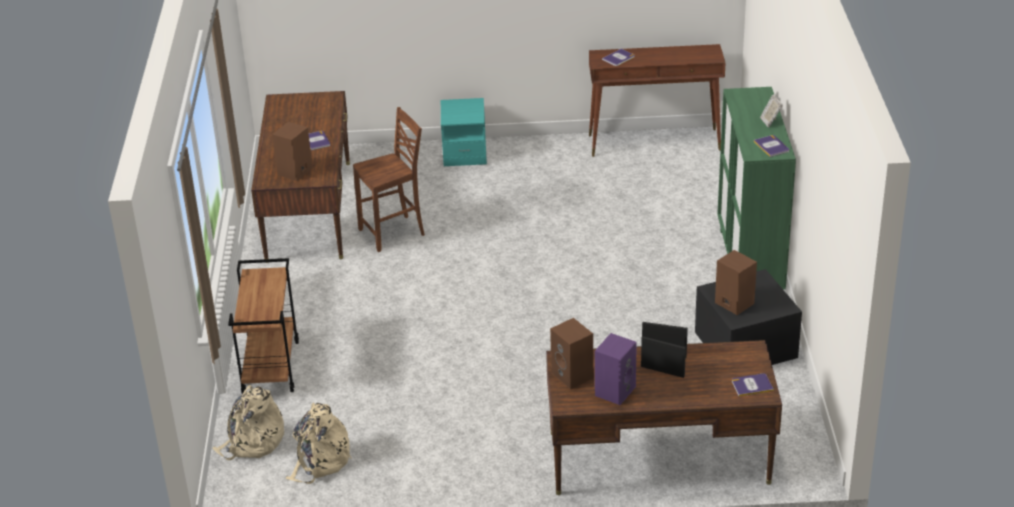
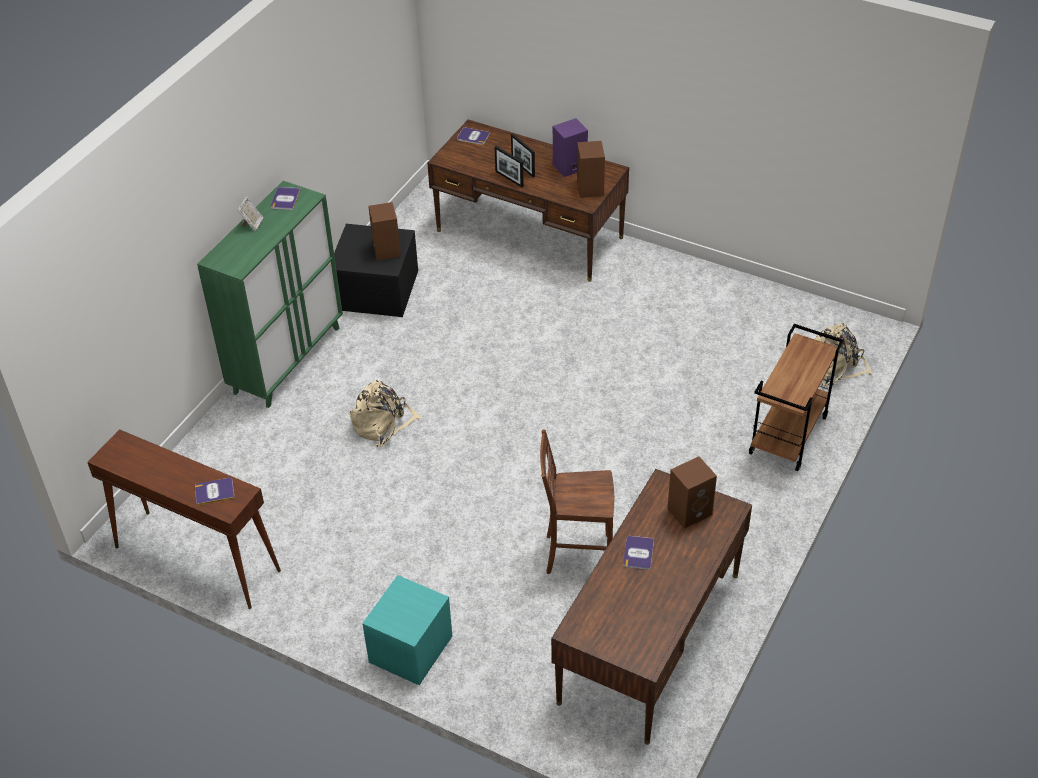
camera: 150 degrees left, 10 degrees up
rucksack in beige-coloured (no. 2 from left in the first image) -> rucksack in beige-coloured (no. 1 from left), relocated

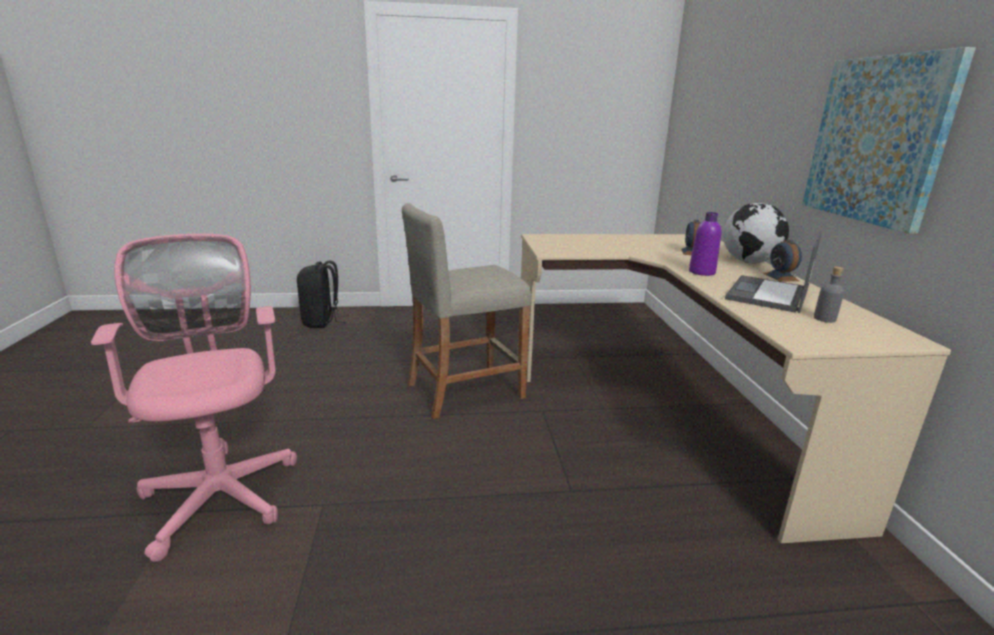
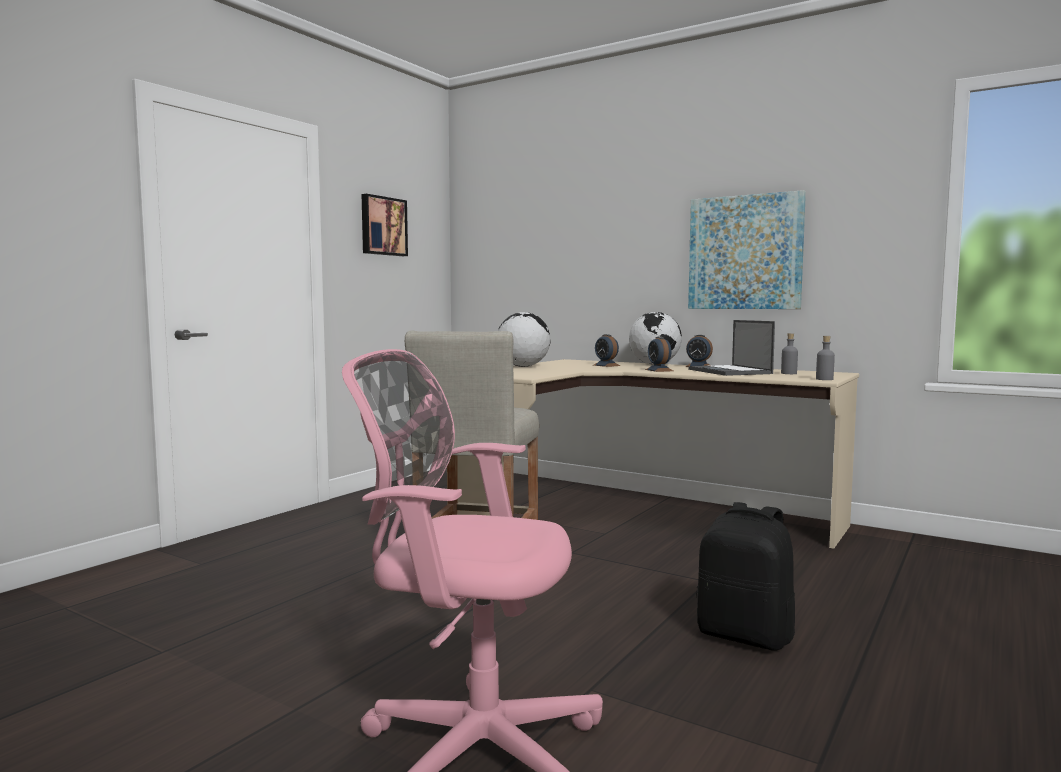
camera: 50 degrees left, 15 degrees down
rucksack in black-coloured, relocated
beverage bottle in purplish -> alarm clock (no. 2 from left)
none -> wall art (no. 1 from left)
none -> desk globe (no. 1 from left)
none -> beverage bottle in gray (no. 2 from left)

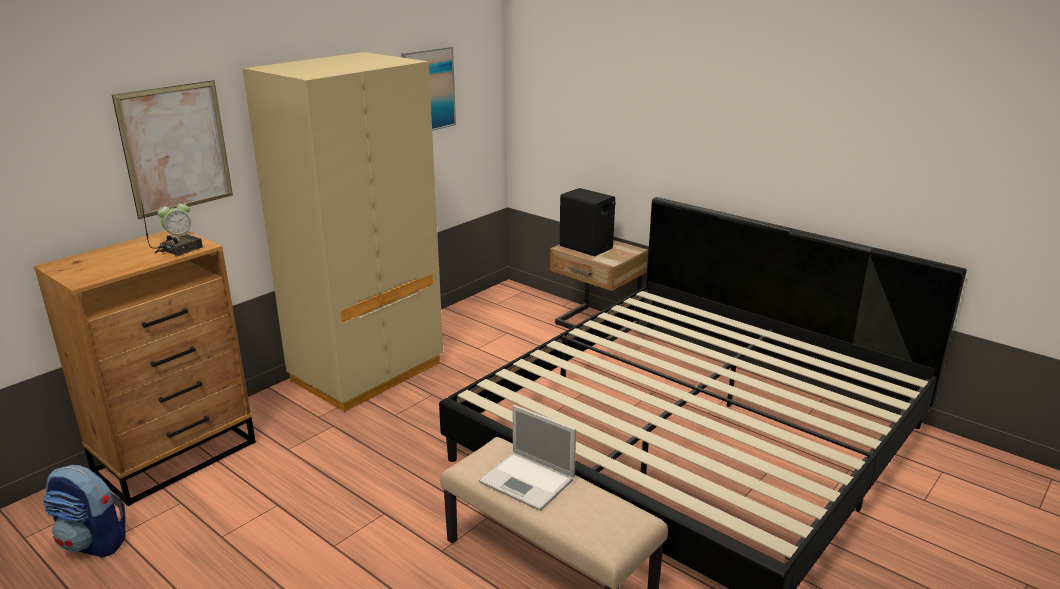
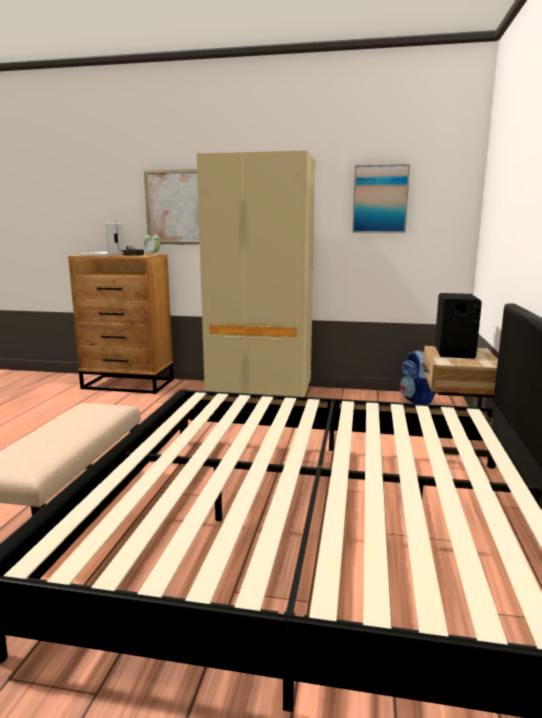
camera: 60 degrees right, 10 degrees down
rucksack, relocated
portable computer, relocated

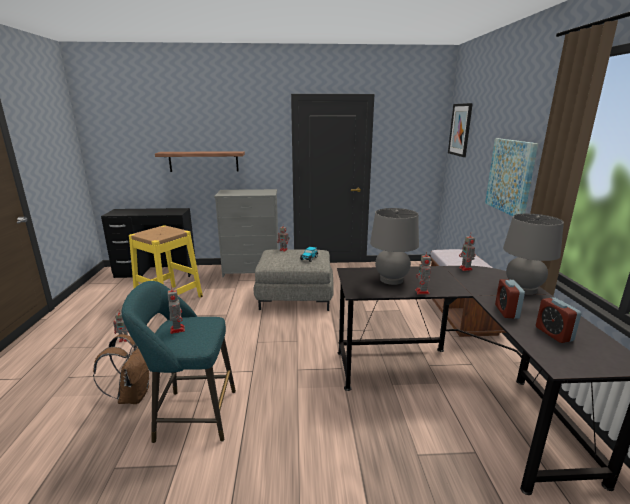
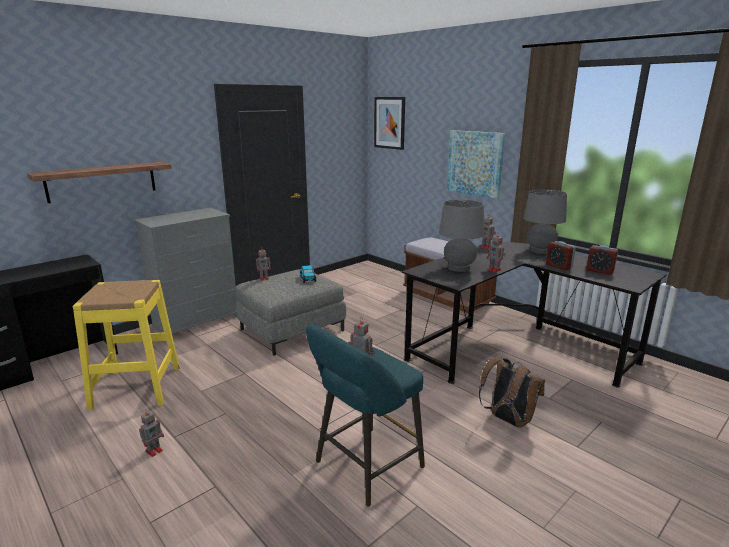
camera: 40 degrees left, 0 degrees up
rucksack in brown, relocated

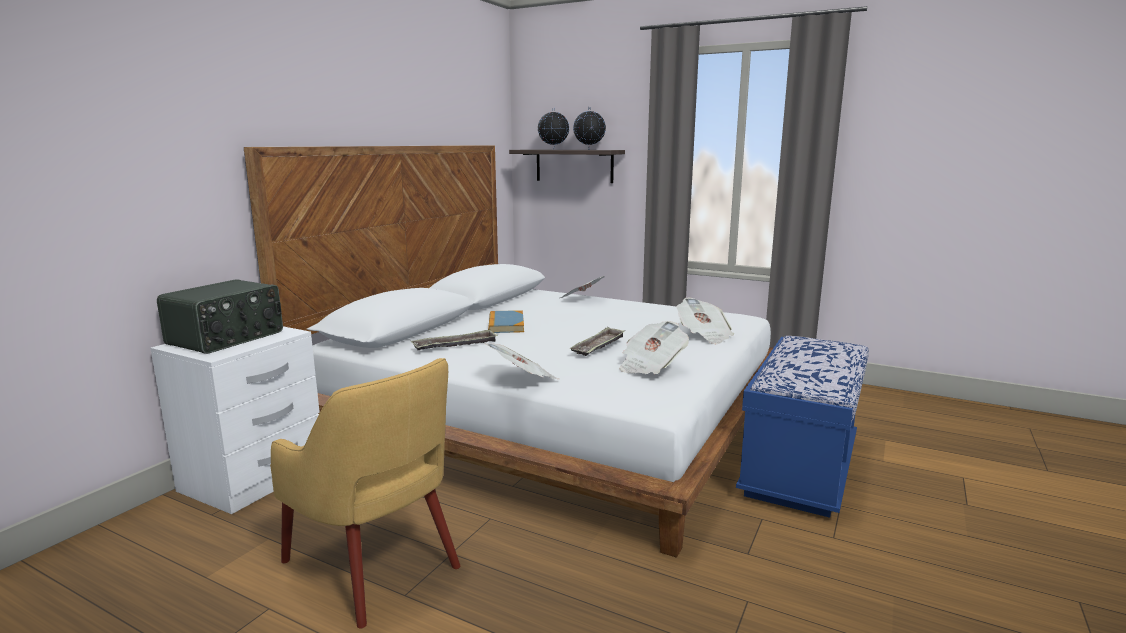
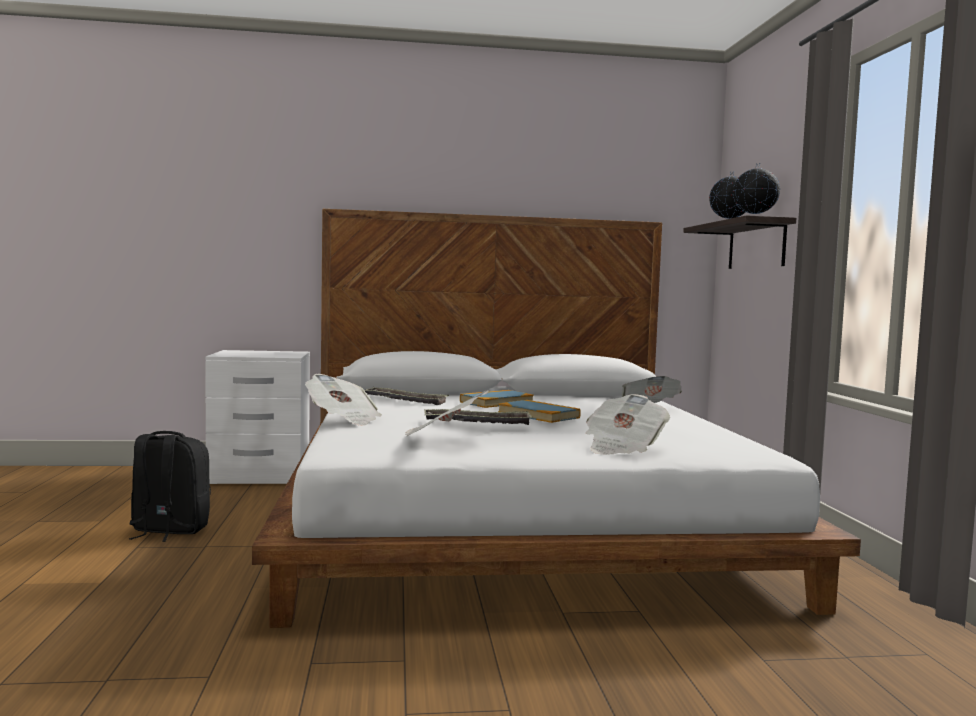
camera: 55 degrees right, 10 degrees down
radio receiver -> none
easy chair in yellow-coloured -> rucksack in black-coloured
indoor bench in blue -> none
none -> bound book (no. 2 from left)

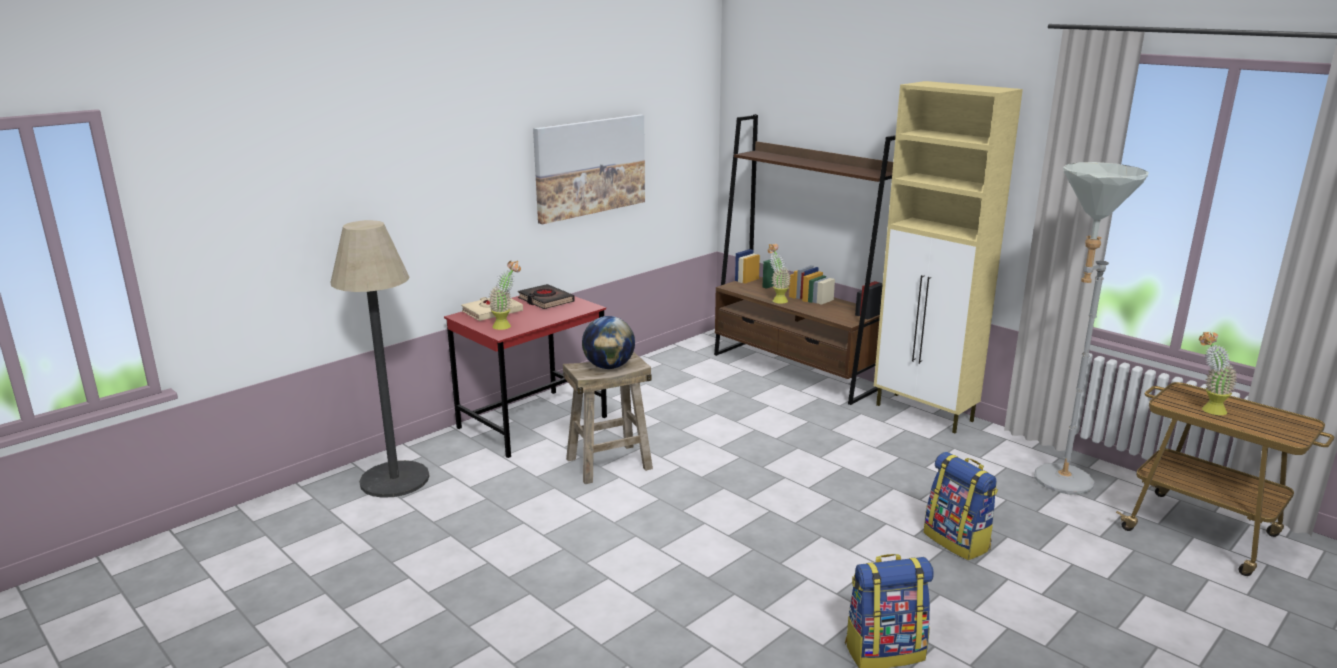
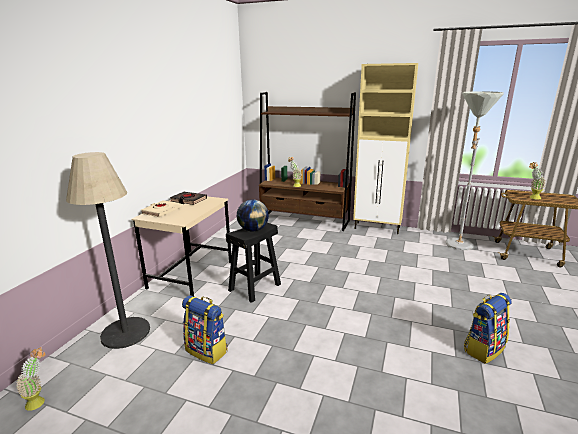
camera: 25 degrees left, 0 degrees up
desk unit in red-coloured -> desk unit in beige-coloured
houseplant (no. 1 from left), relocated
wall art -> none
stool in beige-coloured -> stool in black-coloured
rucksack (no. 2 from left in the first image) -> rucksack (no. 1 from left), relocated

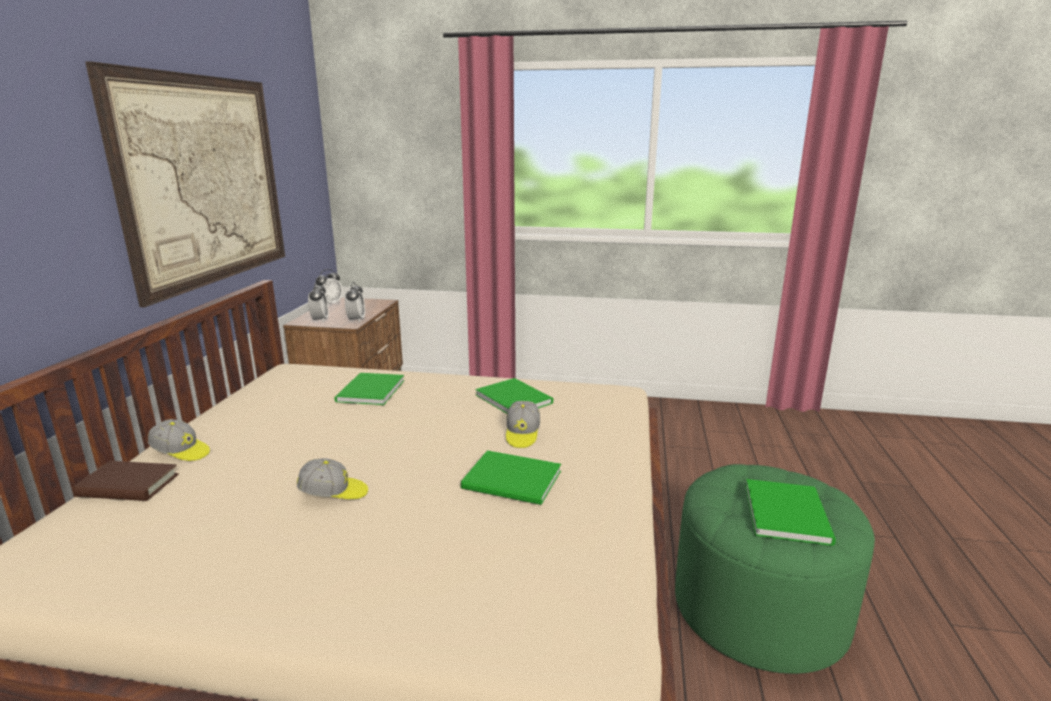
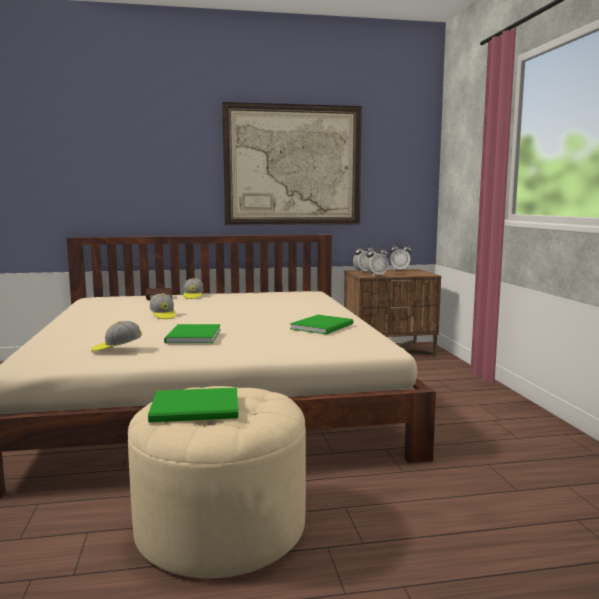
camera: 70 degrees right, 10 degrees down
bound book in green-coloured (no. 1 from left) -> none
peaked cap (no. 3 from left in the first image) -> peaked cap (no. 1 from left), relocated
footrest in green-coloured -> footrest in beige-coloured

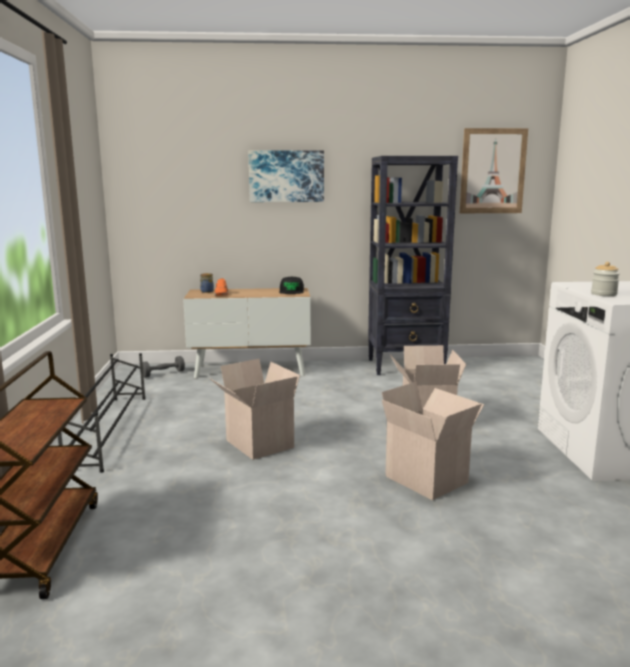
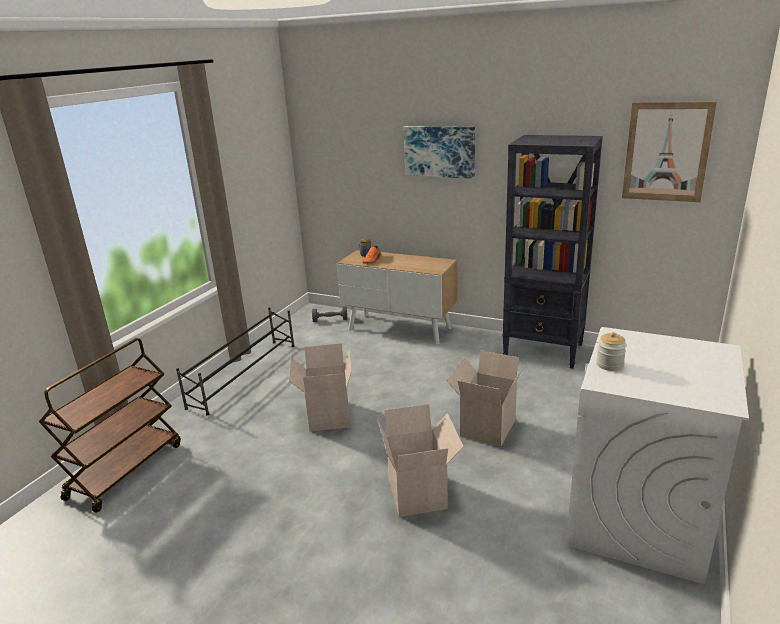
camera: 30 degrees right, 10 degrees up
peaked cap in black-coloured -> none

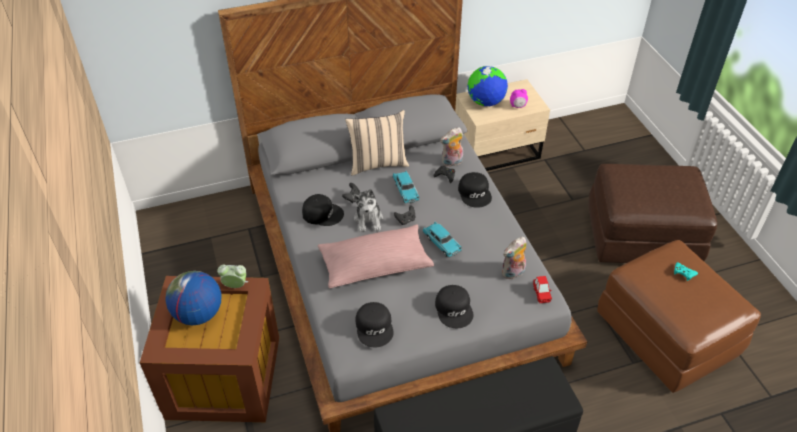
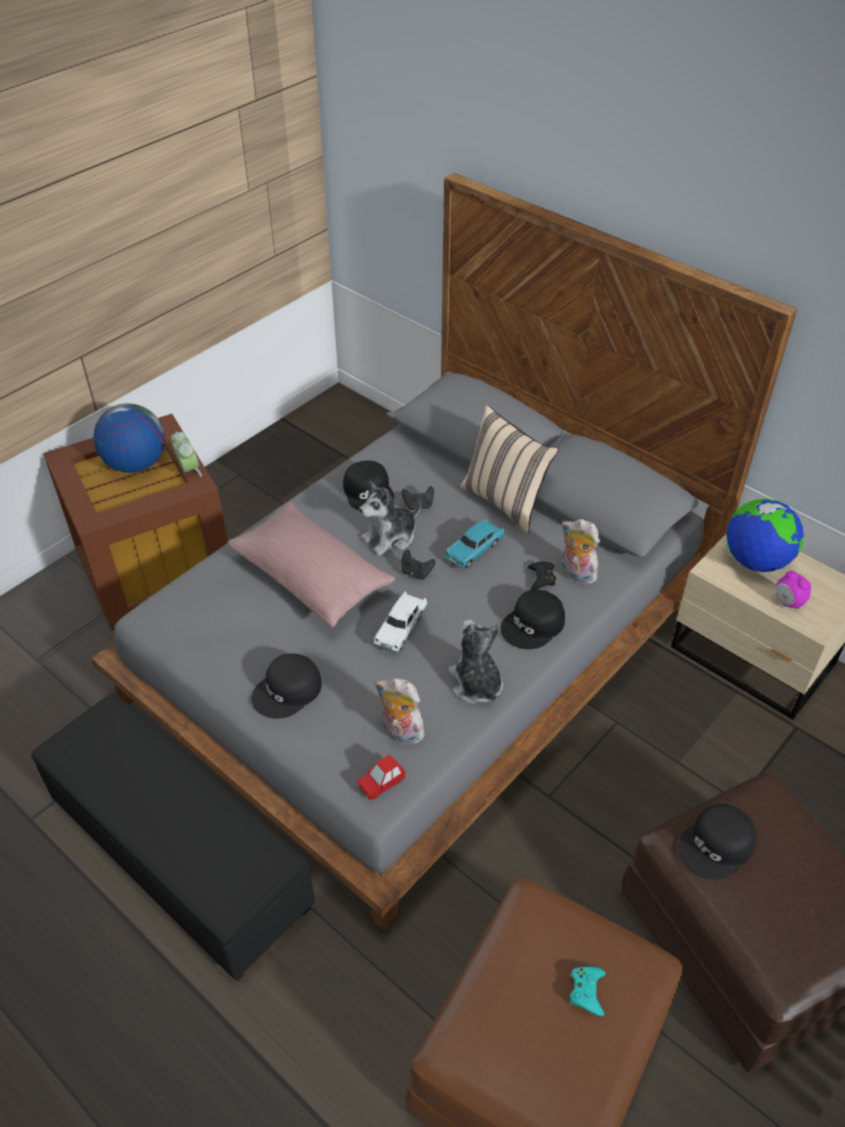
camera: 60 degrees right, 0 degrees up
peaked cap in black-coloured (no. 2 from left in the first image) -> peaked cap in black-coloured (no. 4 from left), relocated
model car in turquoise-coloured (no. 2 from left) -> model car in white-coloured
none -> plush toy (no. 3 from left)

